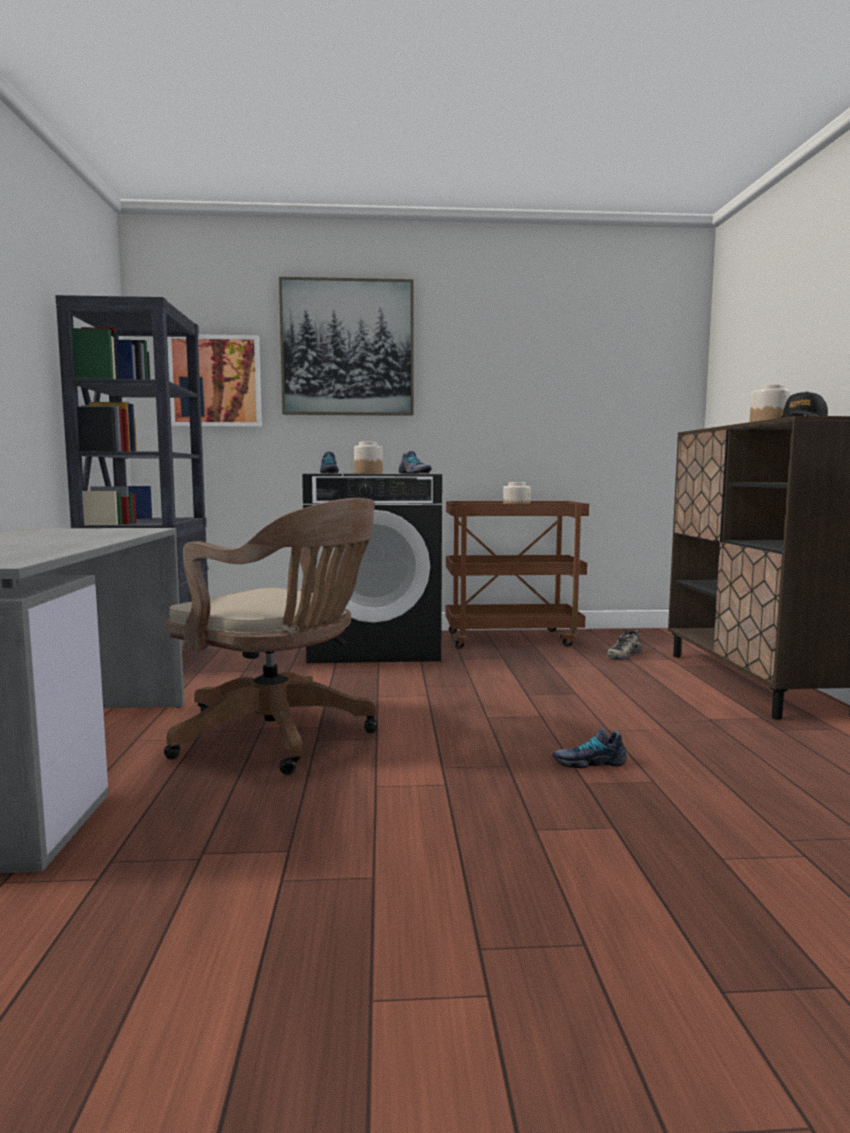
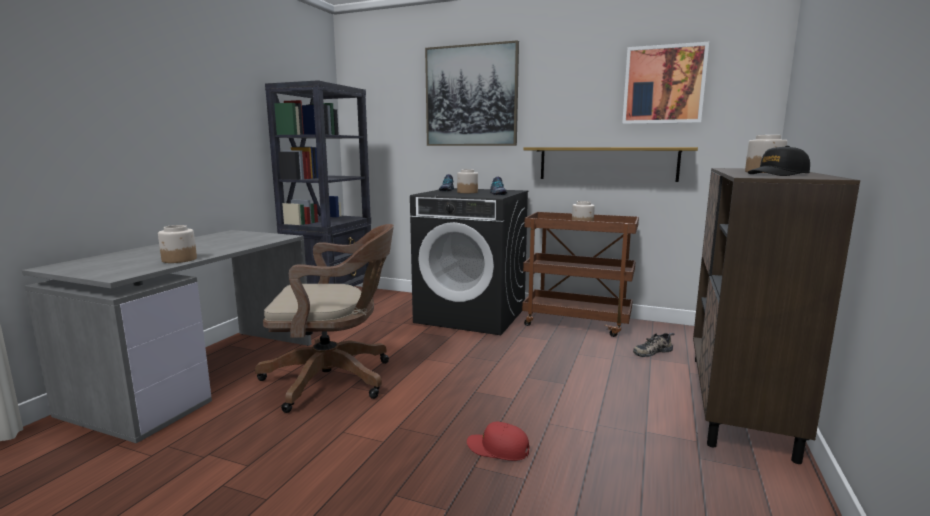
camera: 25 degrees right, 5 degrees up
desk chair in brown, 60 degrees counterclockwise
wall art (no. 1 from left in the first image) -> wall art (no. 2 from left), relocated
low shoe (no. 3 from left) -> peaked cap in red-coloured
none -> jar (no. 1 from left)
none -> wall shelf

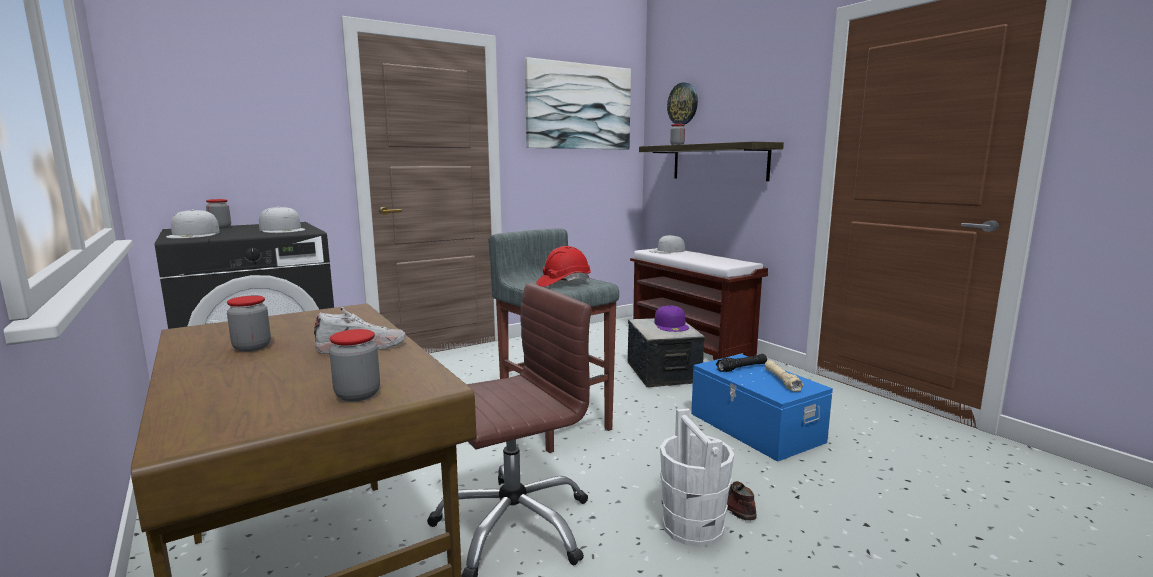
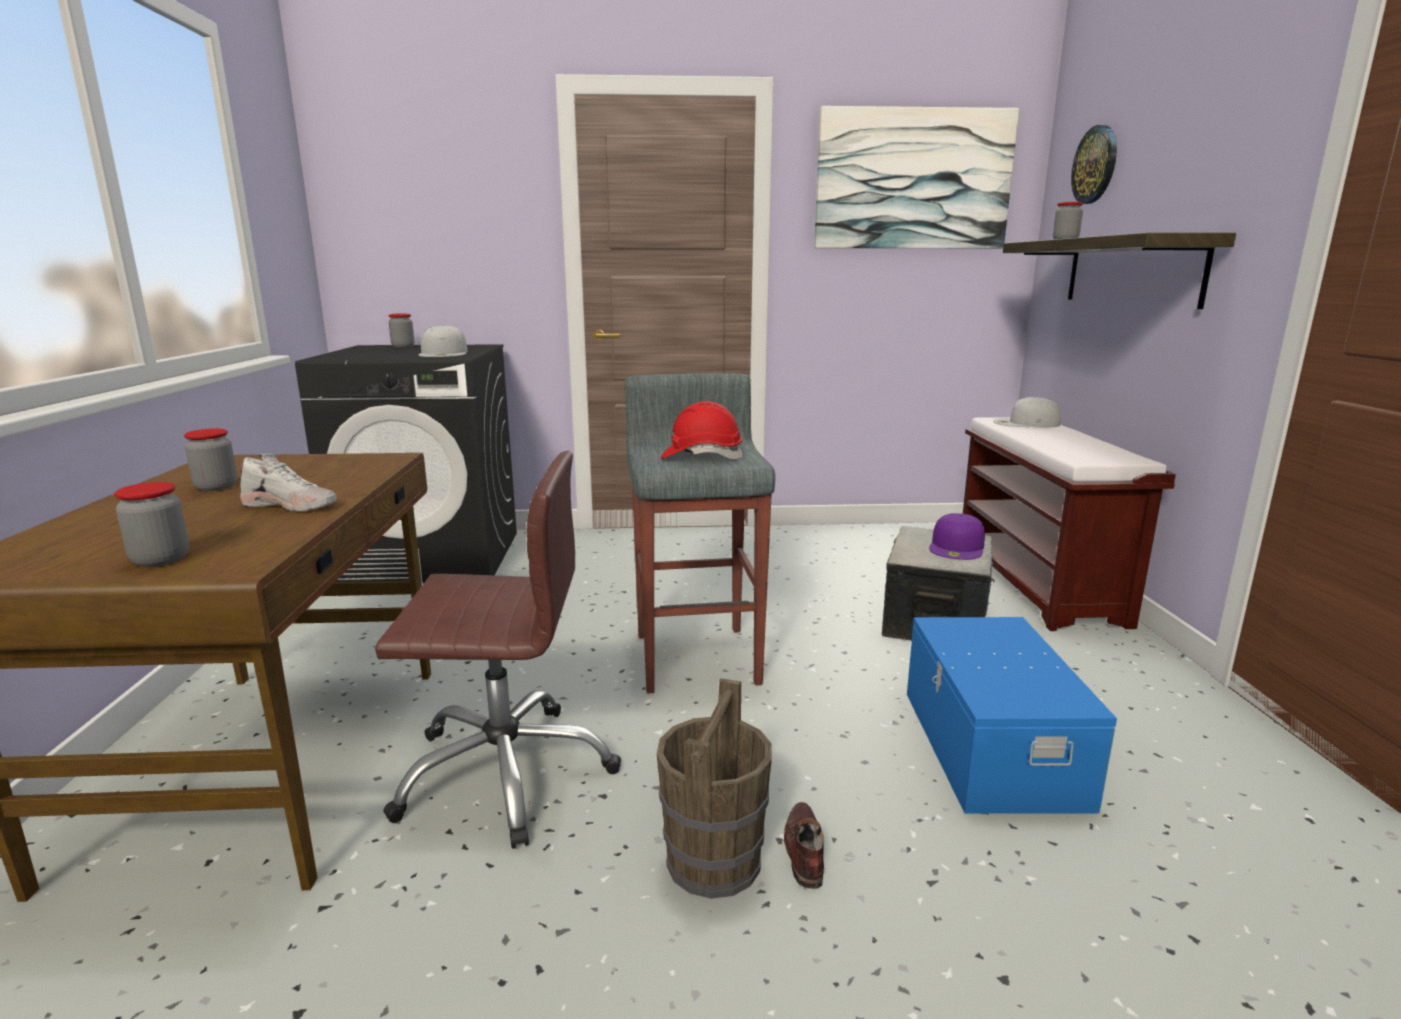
camera: 30 degrees right, 5 degrees up
peaked cap in white-coloured (no. 1 from left) -> none
water bucket in white-coloured -> water bucket in brown
flashlight in black-coloured -> none
flashlight in beige-coloured -> none

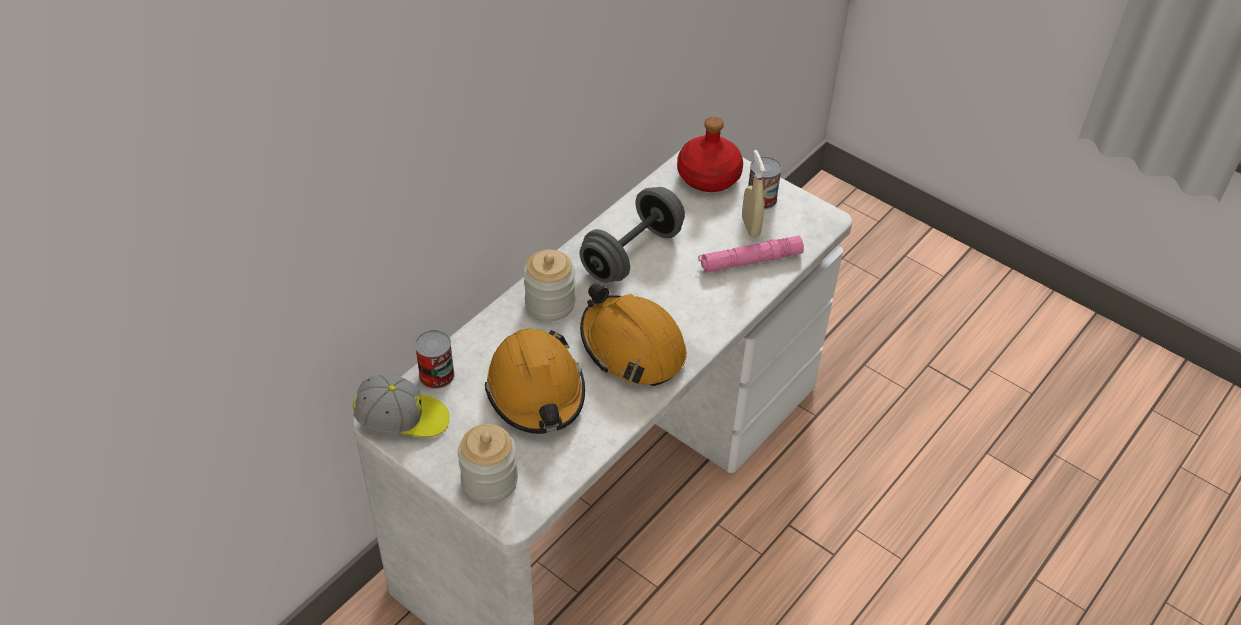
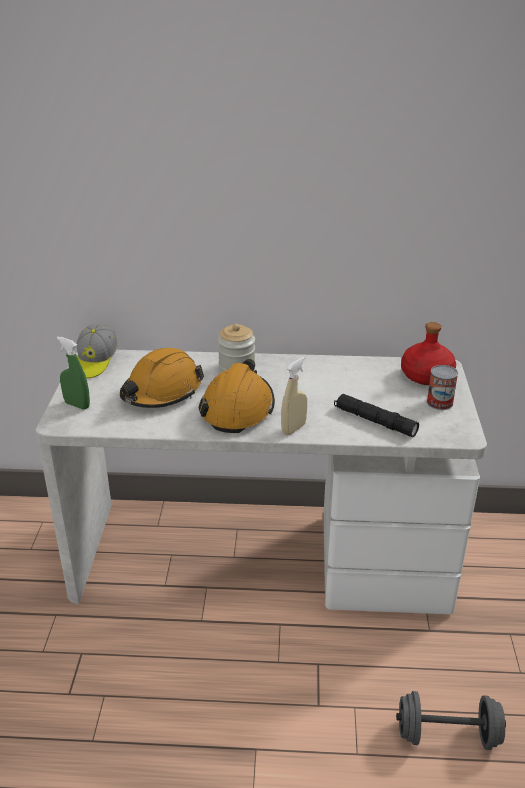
camera: 55 degrees right, 15 degrees down
peaked cap, 45 degrees clockwise
sealed can (no. 1 from left) -> none
jar (no. 1 from left) -> sprayer in green-coloured
hand weight in gray, relocated
flashlight in pink -> flashlight in black-coloured
sprayer in beige-coloured, relocated

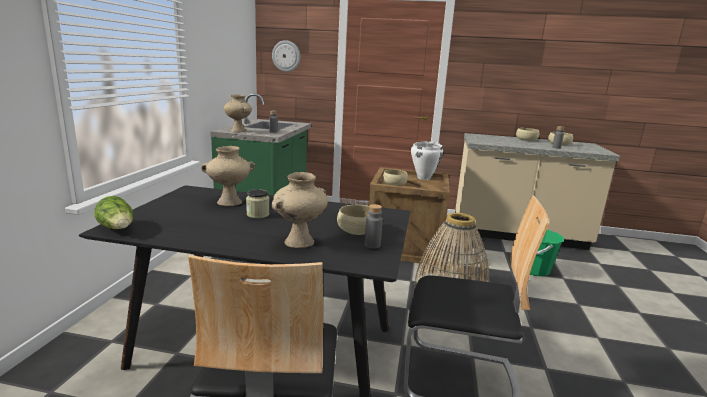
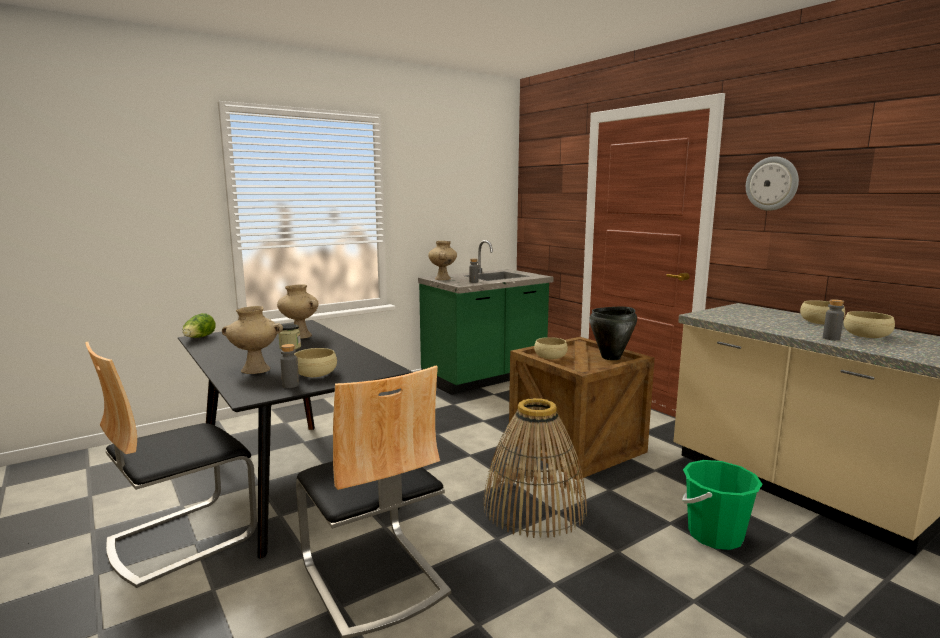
camera: 45 degrees right, 5 degrees down
wall clock, relocated
stockpot in white-coloured -> stockpot in black-coloured

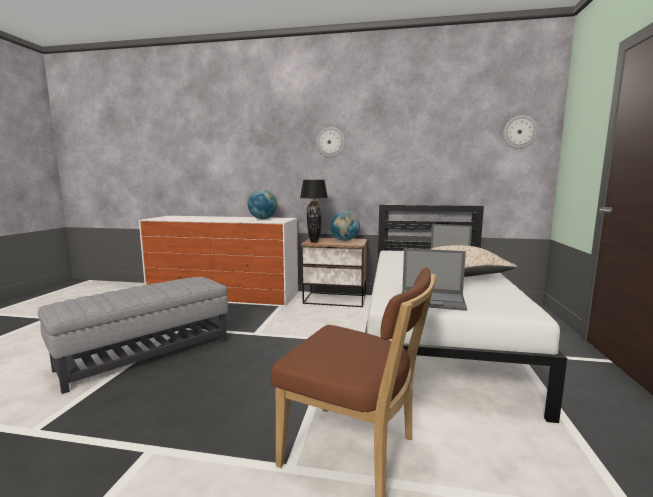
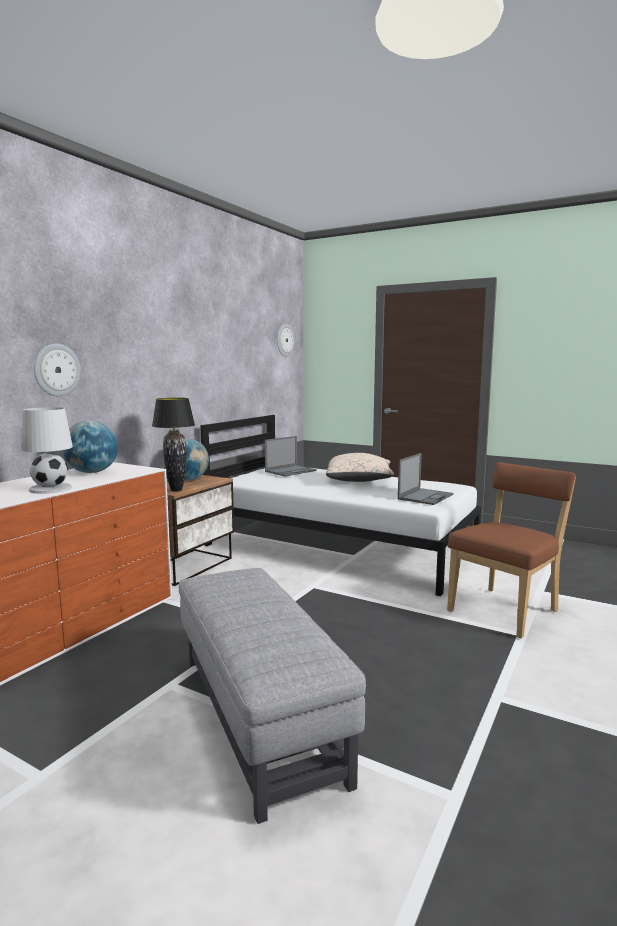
camera: 70 degrees left, 0 degrees up
wall clock (no. 1 from left), relocated
none -> tabletop lamp in white-coloured

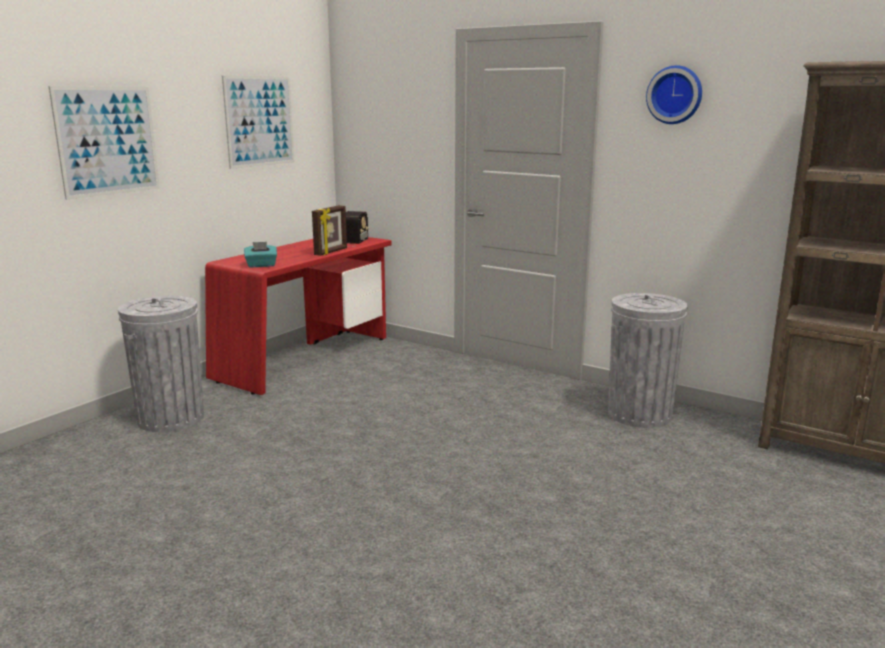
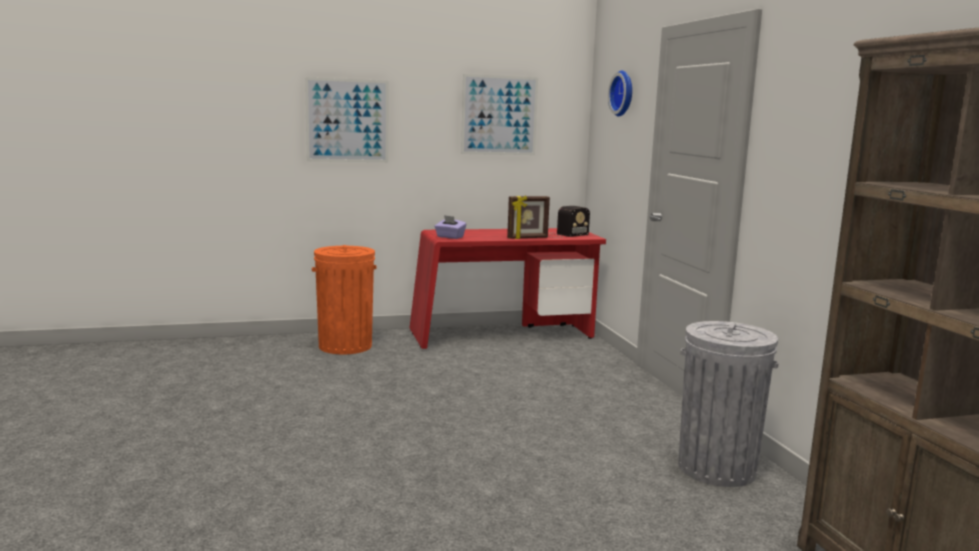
camera: 40 degrees right, 5 degrees down
trash can in gray (no. 1 from left) -> trash can in orangey
tissue holder in turquoise-coloured -> tissue holder in purplish
wall clock, relocated

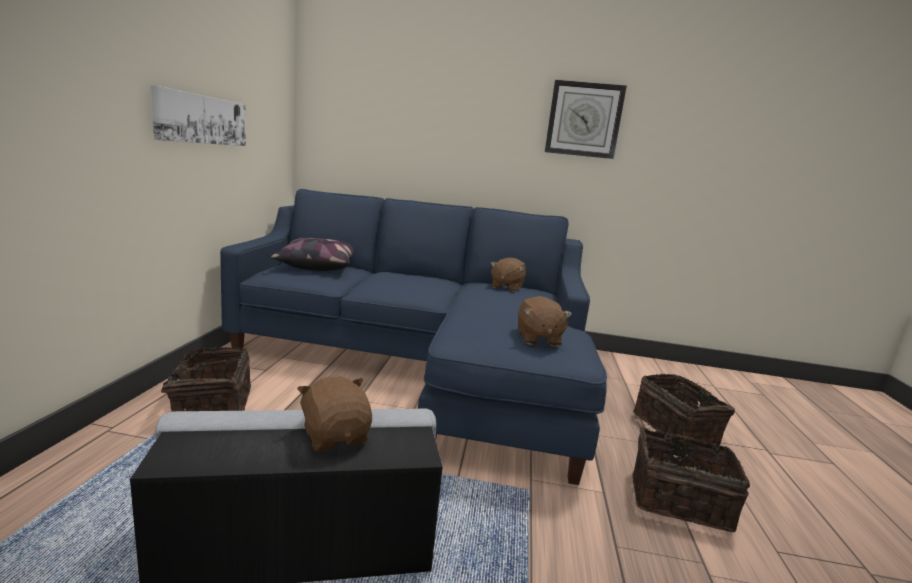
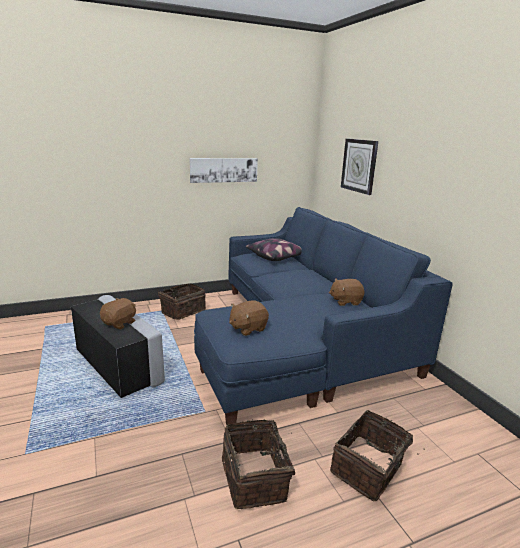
camera: 60 degrees right, 5 degrees up
wall clock, relocated

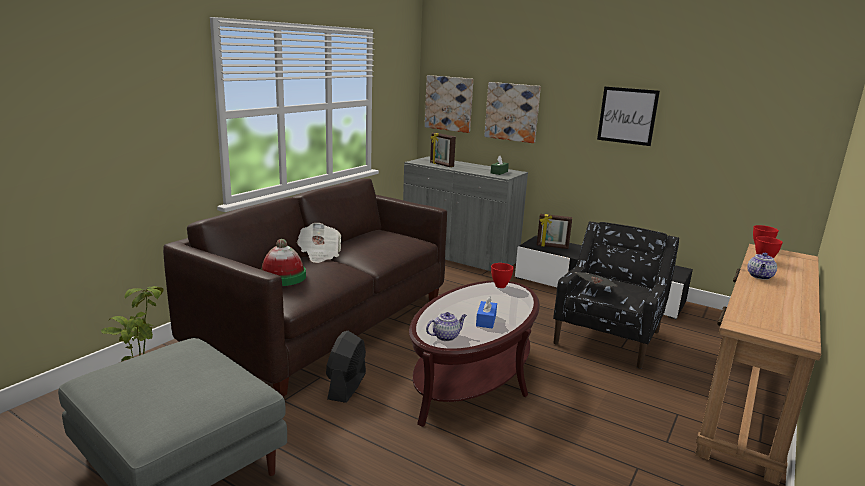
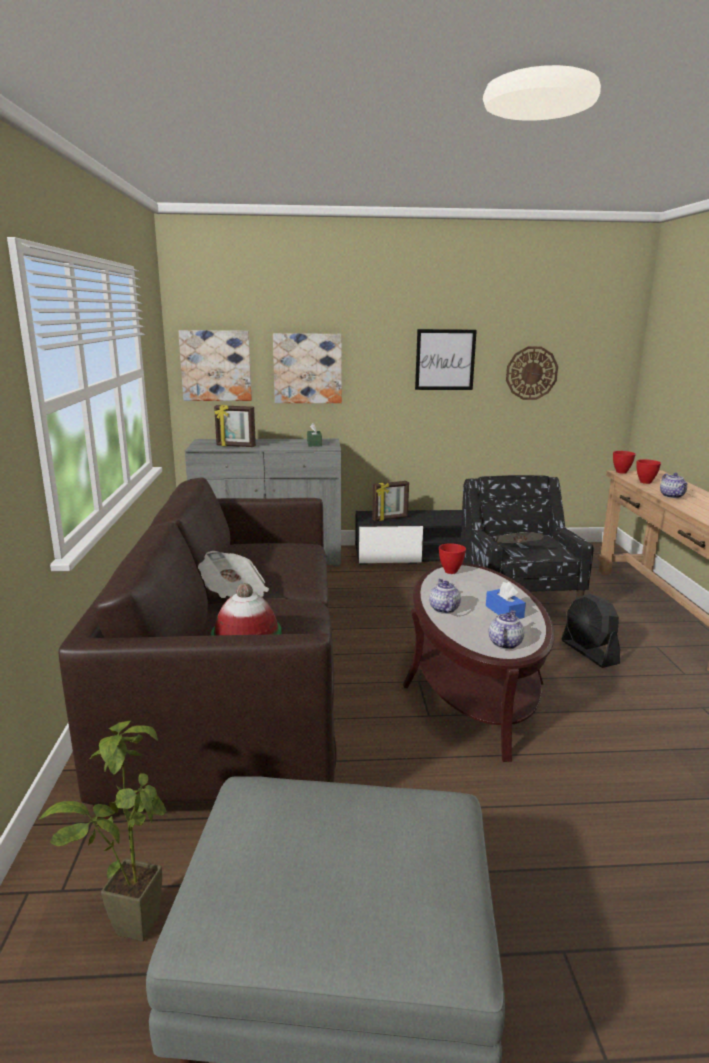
camera: 35 degrees left, 0 degrees up
fan in black-coloured, relocated
none -> teapot (no. 1 from left)
none -> wall clock

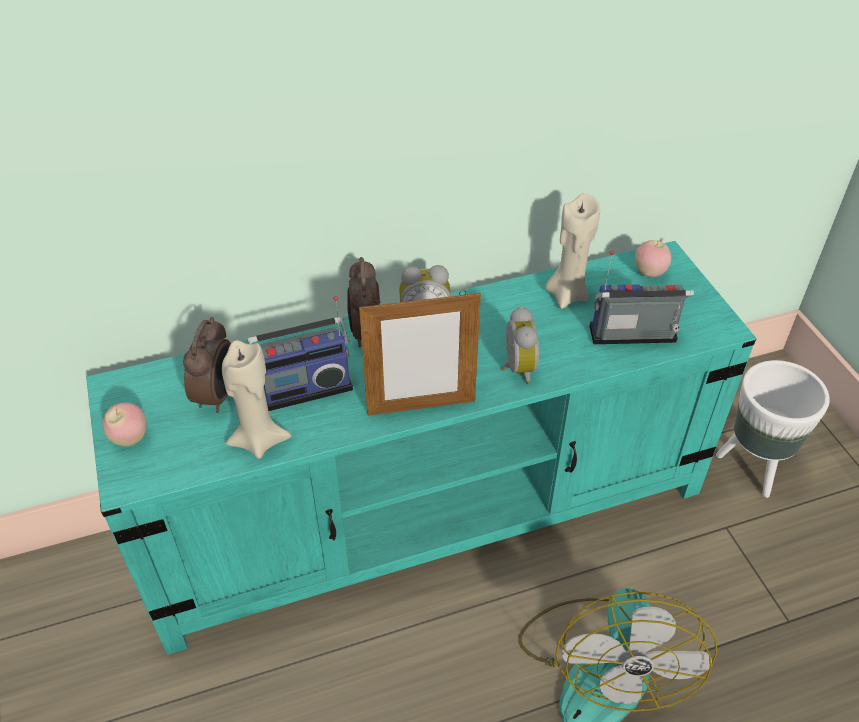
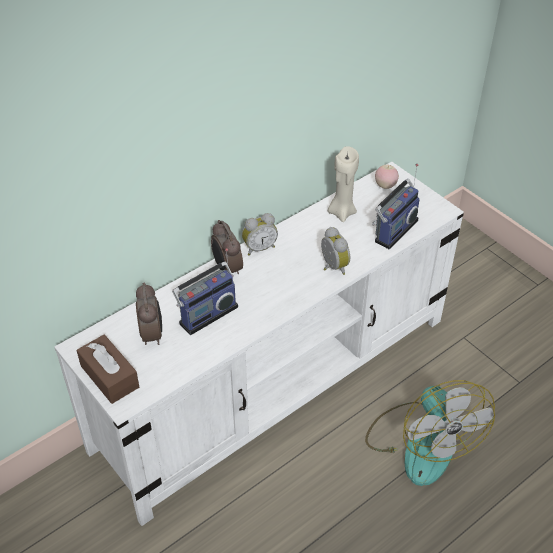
camera: 20 degrees left, 0 degrees up
media console in turquoise-coloured -> media console in white-coloured
apple (no. 1 from left) -> tissue holder in brown
wax candle in beige-coloured (no. 1 from left) -> none
photo frame -> none
radio receiver (no. 2 from left), 150 degrees clockwise
planter in white-coloured -> none

